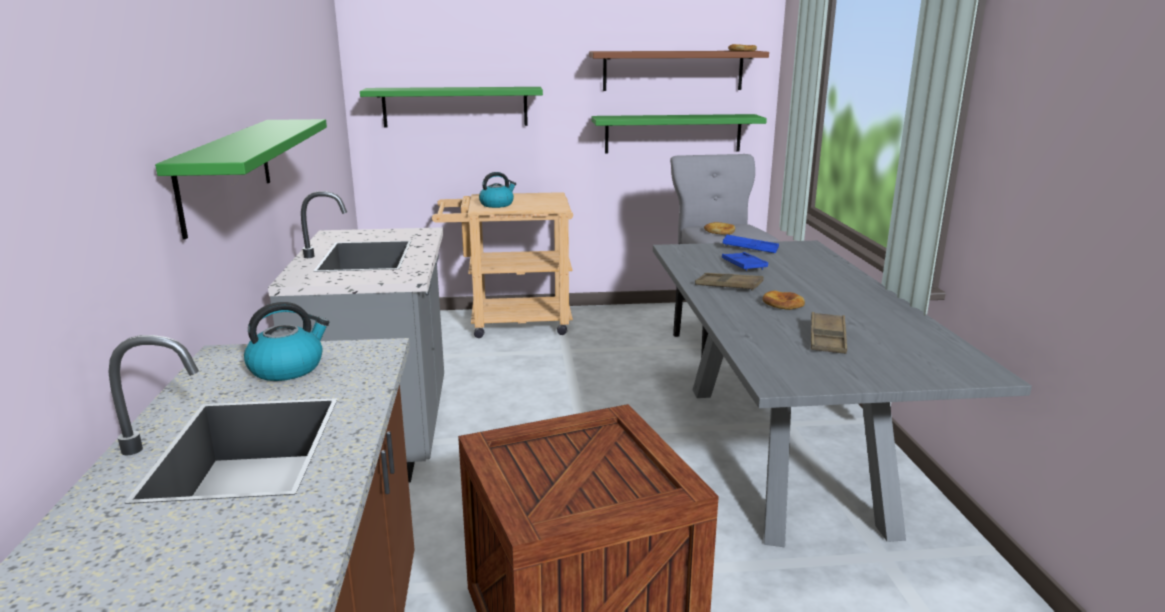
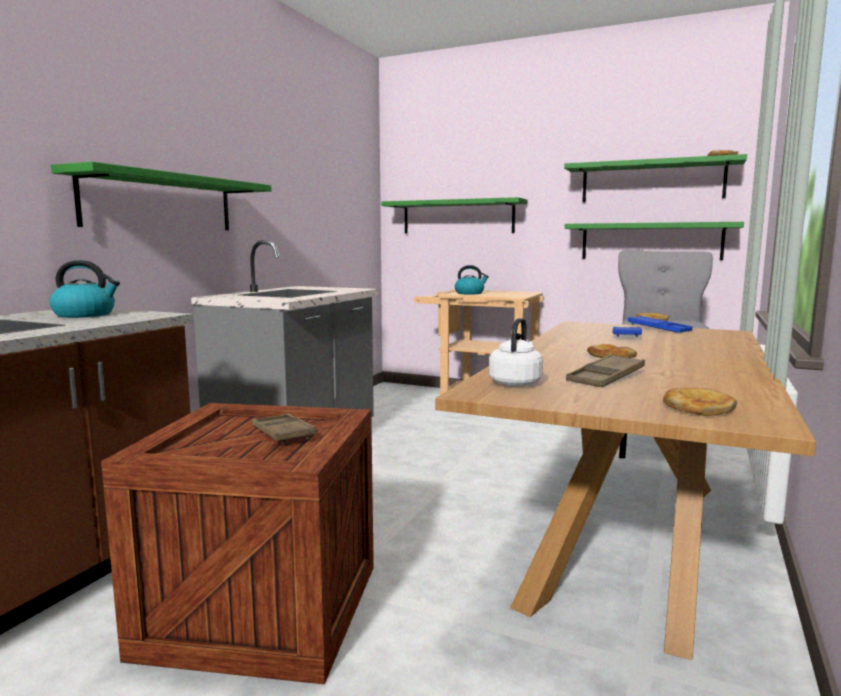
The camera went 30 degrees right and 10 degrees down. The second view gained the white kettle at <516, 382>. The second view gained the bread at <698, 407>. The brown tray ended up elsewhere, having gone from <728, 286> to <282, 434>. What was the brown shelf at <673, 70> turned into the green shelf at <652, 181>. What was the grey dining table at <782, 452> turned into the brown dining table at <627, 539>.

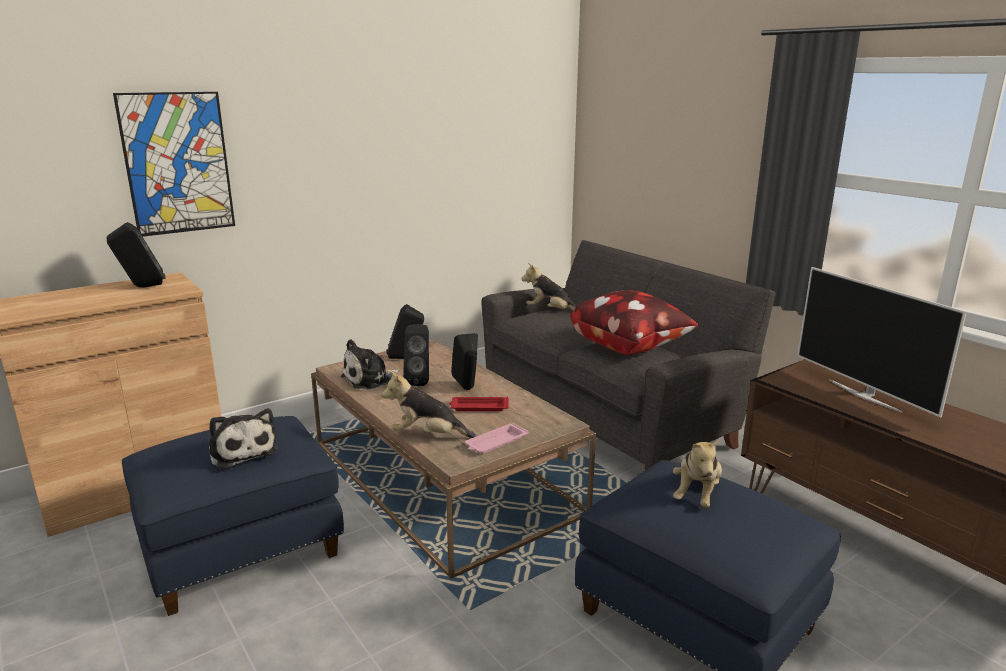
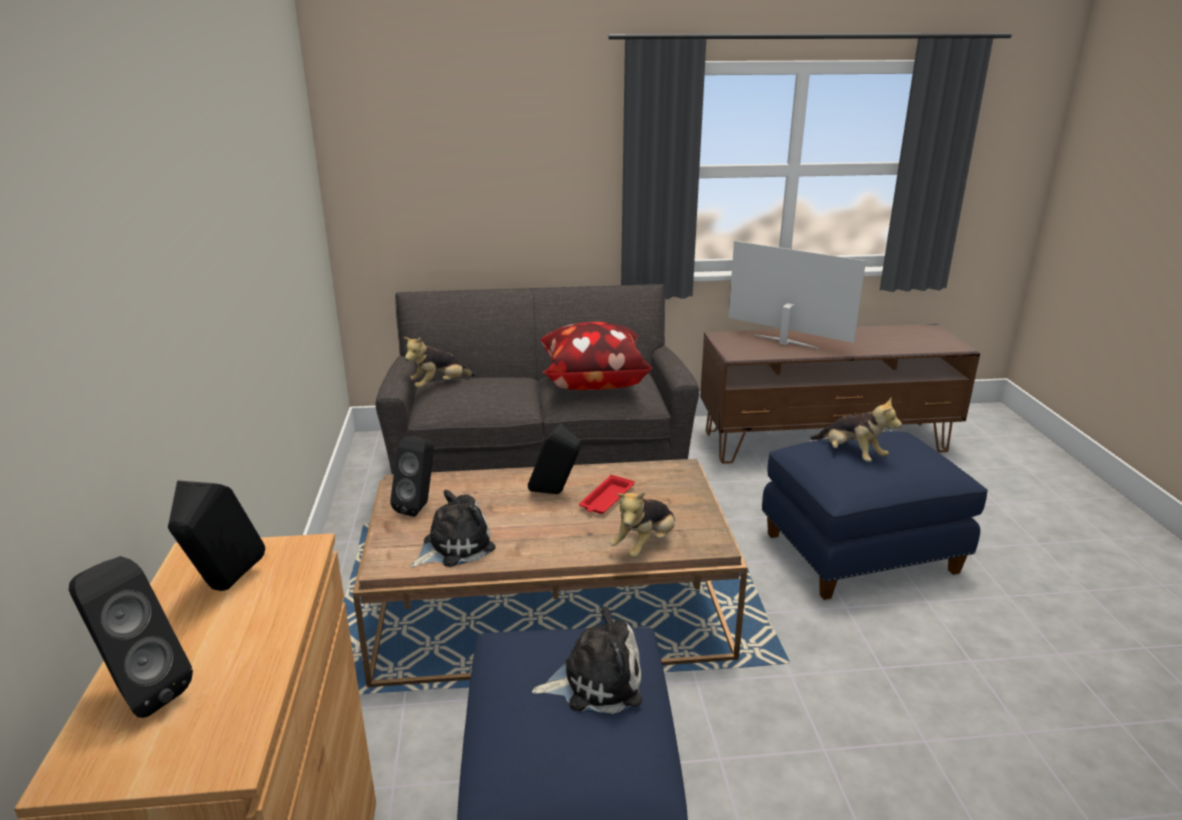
The camera went 60 degrees left and 5 degrees up. The second view lost the picture at <177, 163>. The second view lost the pink tray at <495, 443>. The black speaker ended up elsewhere, having gone from <419, 381> to <140, 693>. The plush toy at <370, 379> ended up facing another way, 120 degrees counterclockwise from before. The television at <864, 395> ended up facing another way, 150 degrees counterclockwise from before.

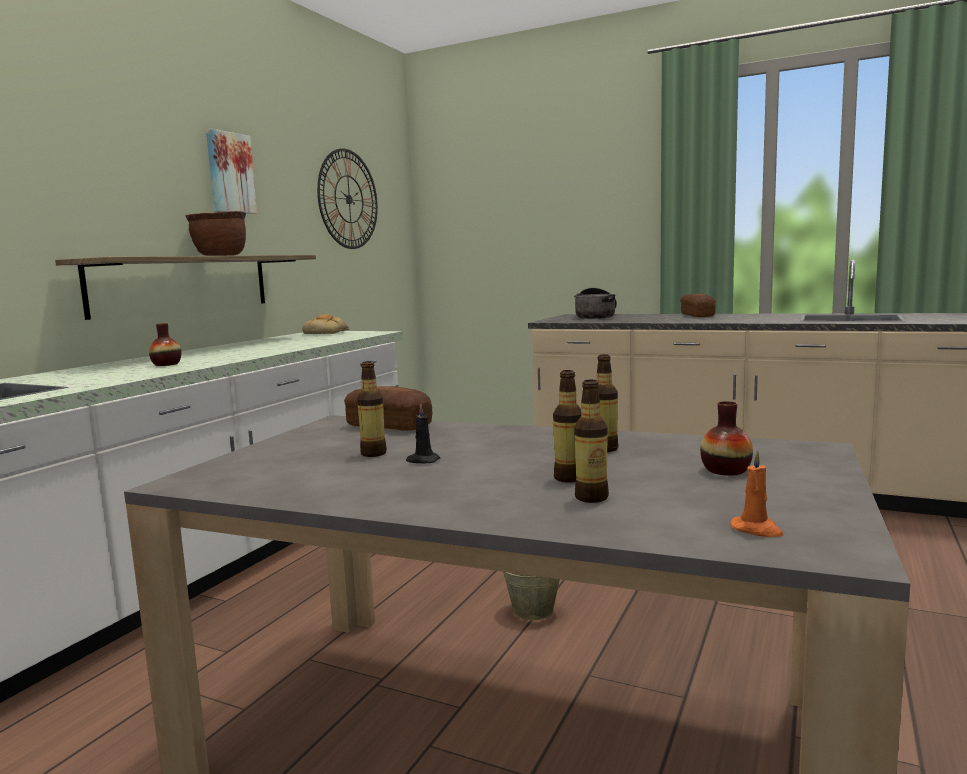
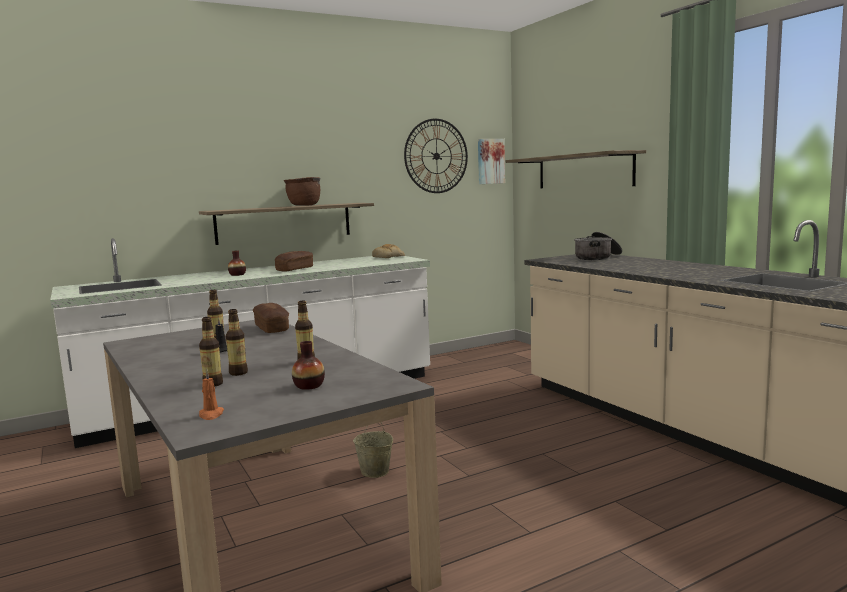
The camera went 35 degrees right and 0 degrees up. The second view gained the shelf at <584, 171>. The picture ended up elsewhere, having gone from <229, 173> to <490, 161>. The bread ended up elsewhere, having gone from <697, 315> to <295, 269>.

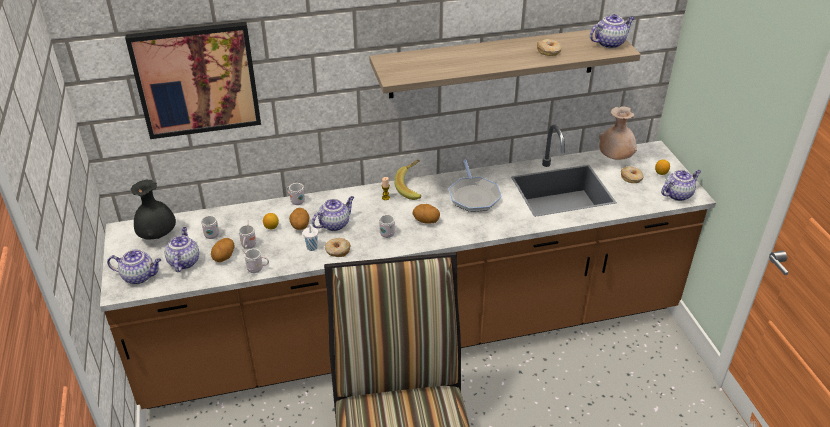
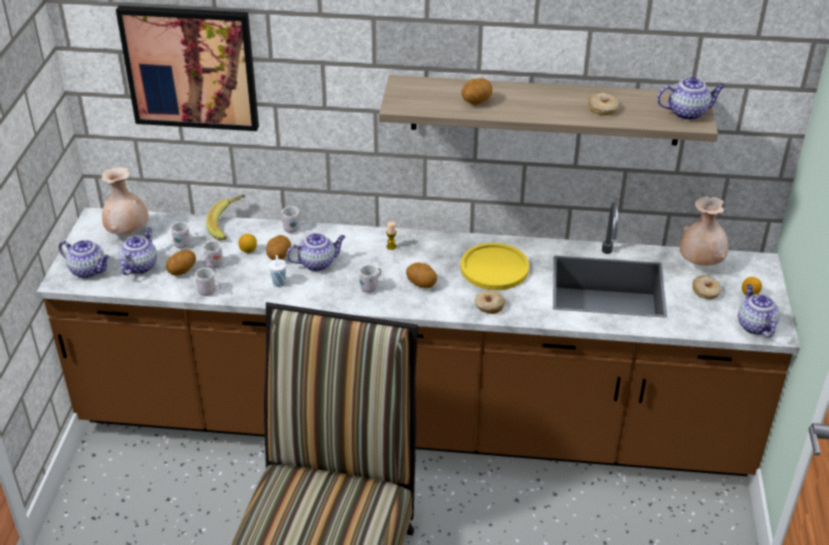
The camera went 20 degrees right and 0 degrees up. The second view gained the potato at <476, 102>. The donut ended up elsewhere, having gone from <337, 251> to <489, 306>. The banana ended up elsewhere, having gone from <413, 187> to <229, 226>. Where the frying pan stood at <473, 196>, the yellow plate came to stand at <494, 268>. What was the black vase at <158, 236> turned into the beige vase at <128, 233>. The teapot at <678, 194> ended up facing another way, 90 degrees counterclockwise from before.

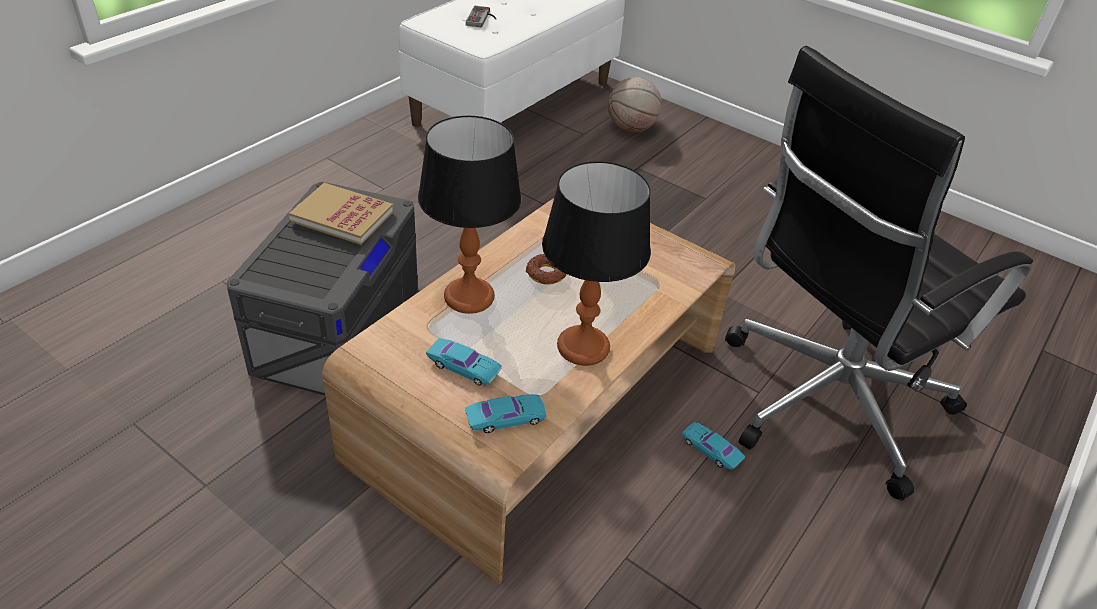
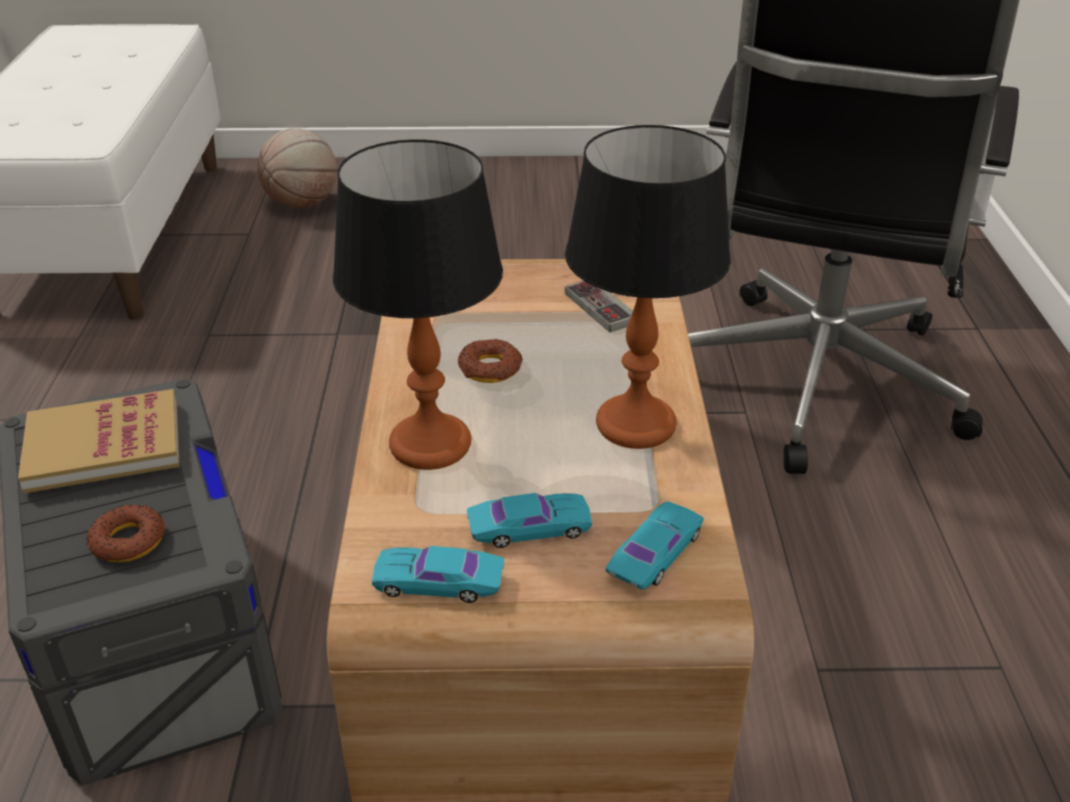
The camera went 35 degrees left and 5 degrees down. The second view gained the donut at <128, 540>. The game controller ended up elsewhere, having gone from <482, 18> to <609, 305>. The turquoise toy car ended up elsewhere, having gone from <711, 450> to <438, 582>.

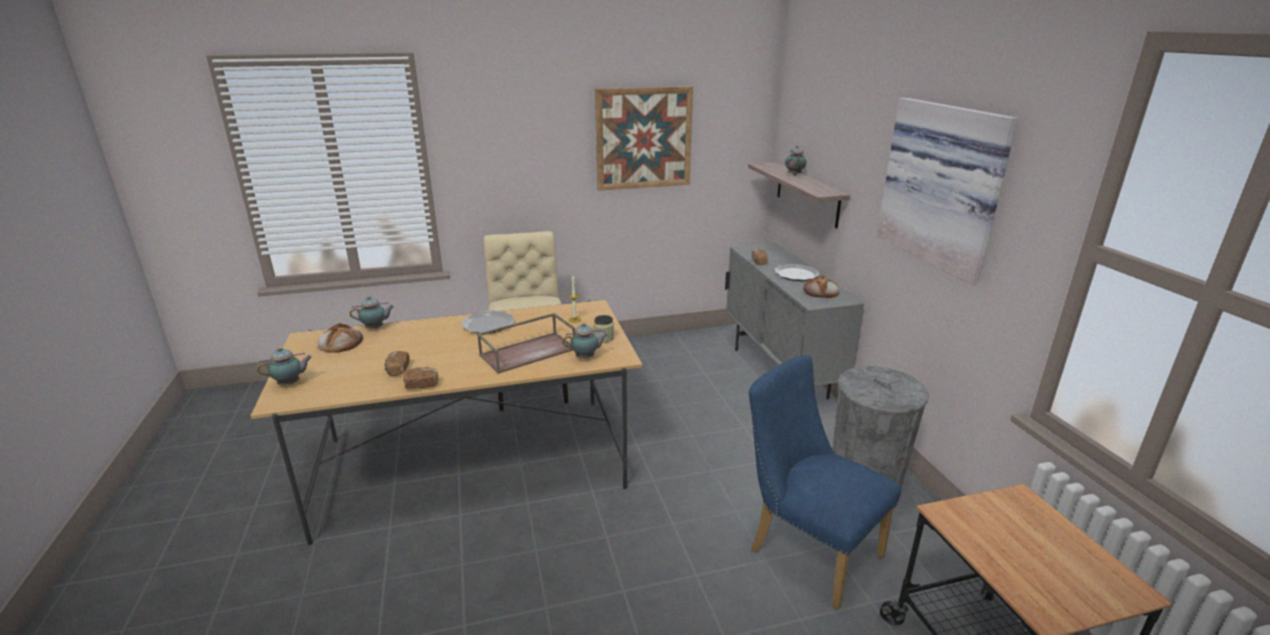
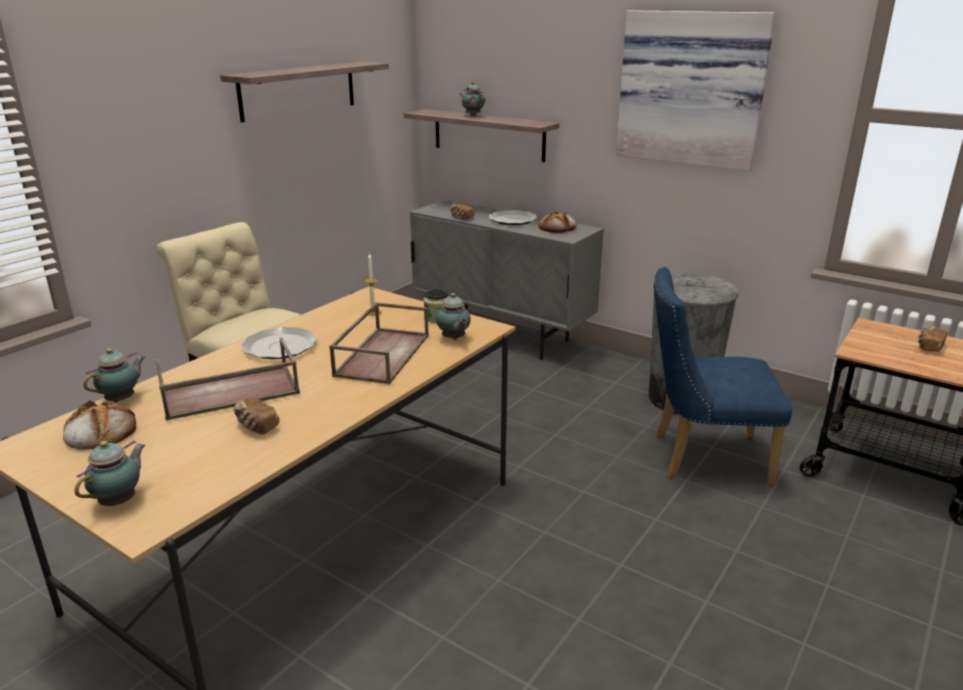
The camera went 40 degrees left and 0 degrees up. The second view gained the brown tray at <228, 393>. The bread ended up elsewhere, having gone from <421, 385> to <929, 347>. Where the picture hung at <643, 138>, the shelf came to hang at <298, 90>. The teapot at <586, 357> ended up facing another way, 120 degrees clockwise from before.

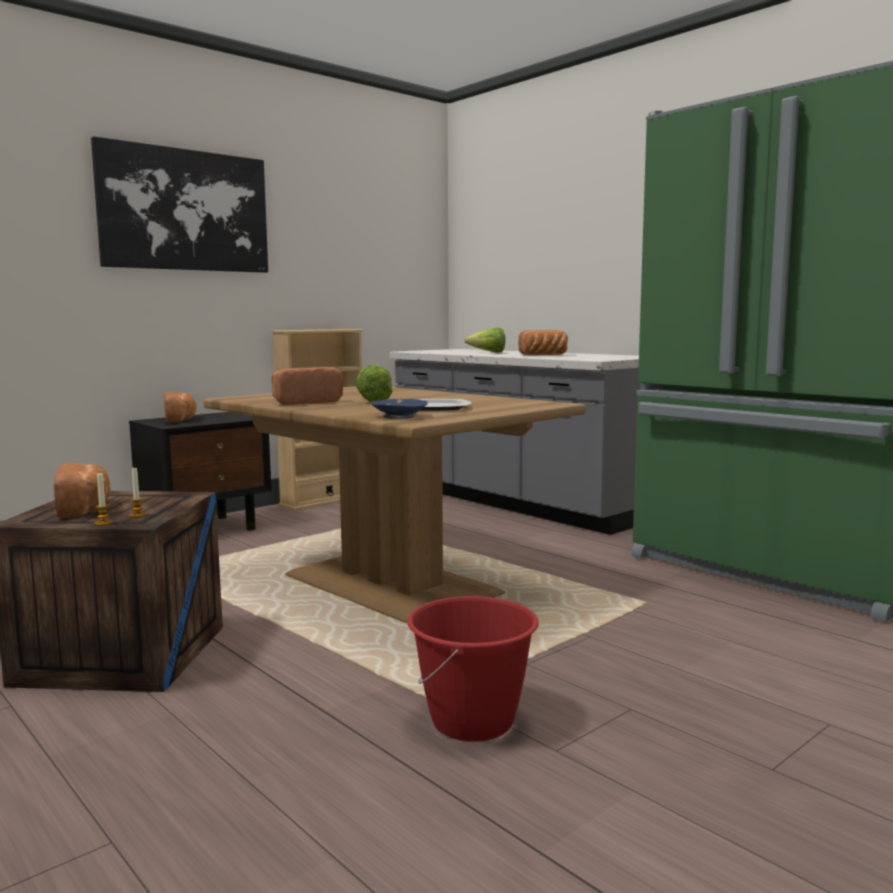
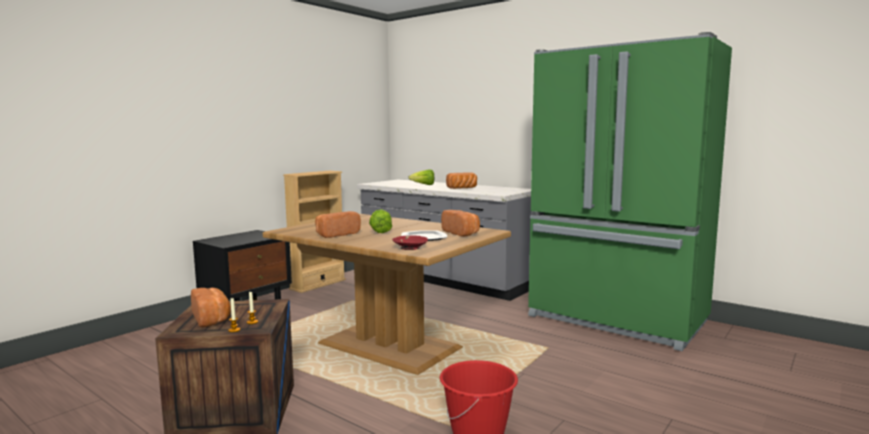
The camera went 10 degrees left and 0 degrees up. The second view lost the picture at <185, 210>. The bread ended up elsewhere, having gone from <181, 419> to <462, 233>. What was the blue bowl at <398, 416> turned into the red bowl at <409, 247>.

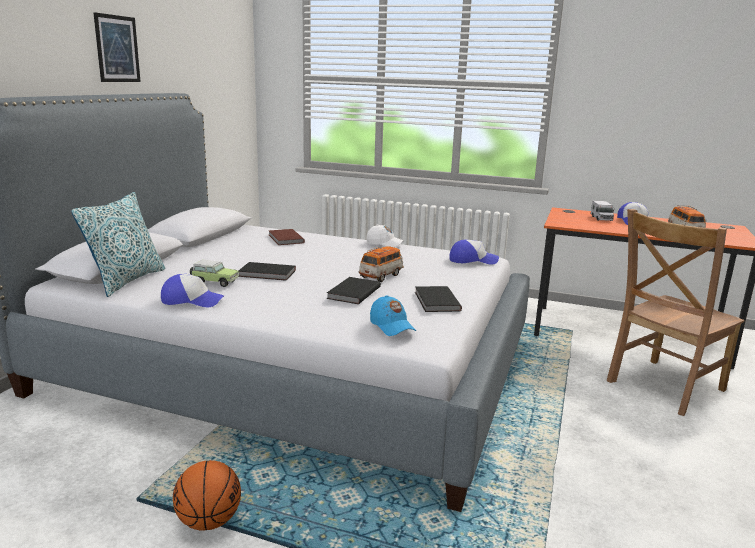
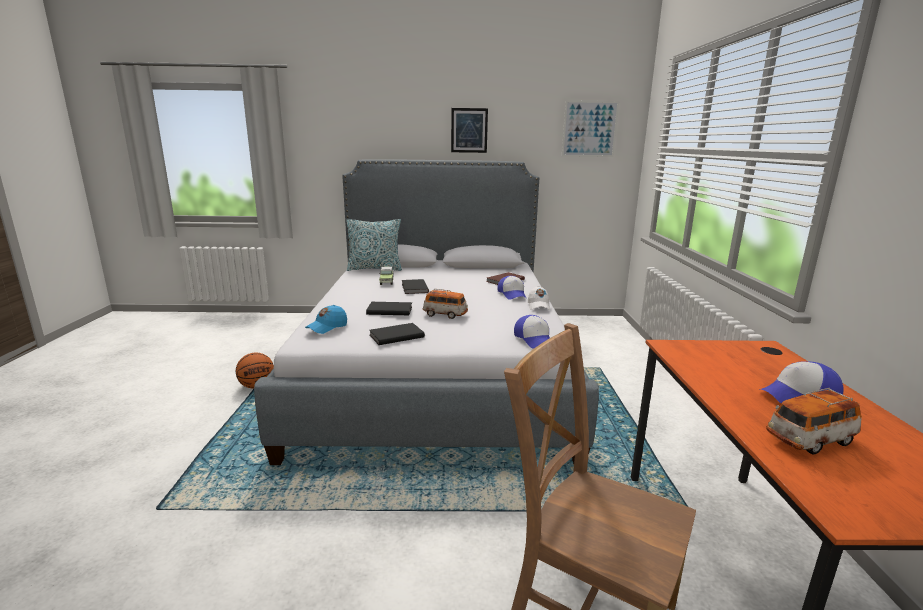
The camera went 70 degrees right and 0 degrees up. The second view lost the toy truck at <601, 218>. The second view gained the picture at <589, 129>. The cap ended up elsewhere, having gone from <192, 300> to <512, 294>.

